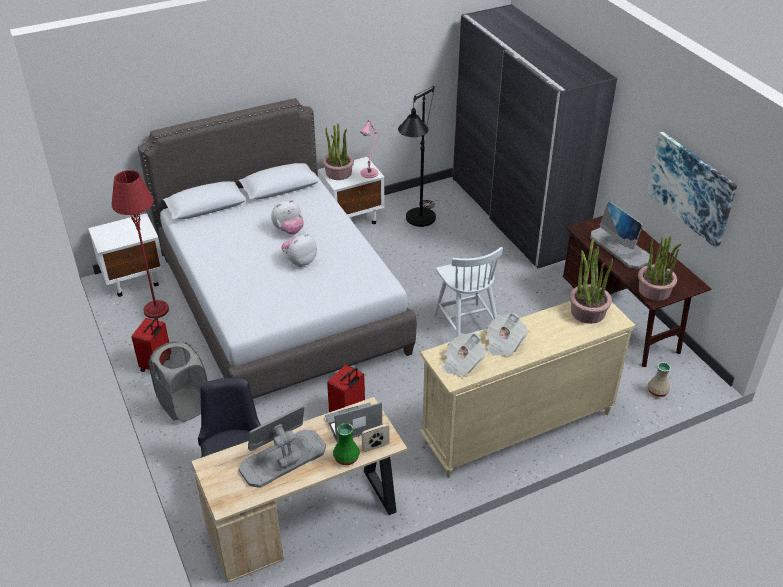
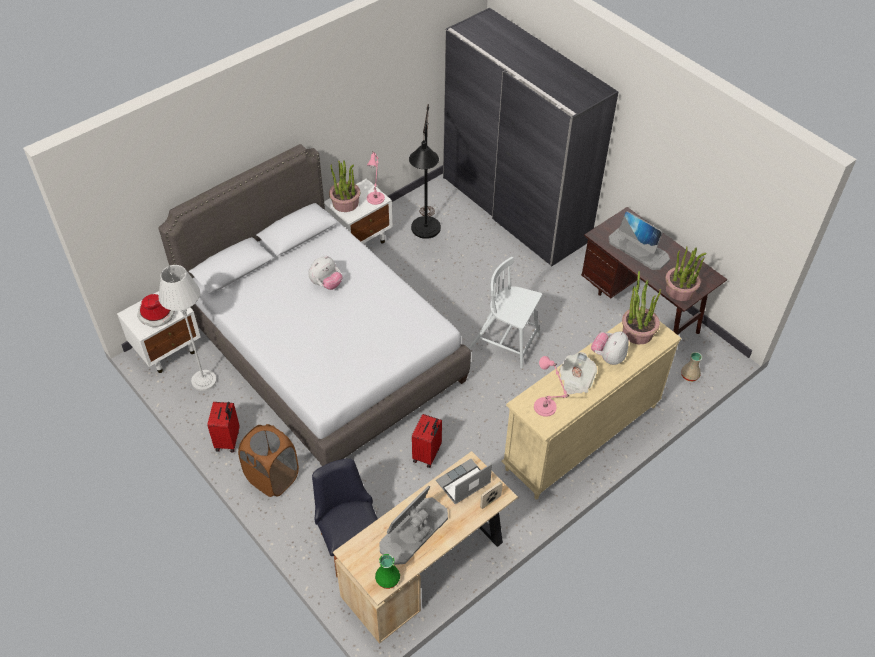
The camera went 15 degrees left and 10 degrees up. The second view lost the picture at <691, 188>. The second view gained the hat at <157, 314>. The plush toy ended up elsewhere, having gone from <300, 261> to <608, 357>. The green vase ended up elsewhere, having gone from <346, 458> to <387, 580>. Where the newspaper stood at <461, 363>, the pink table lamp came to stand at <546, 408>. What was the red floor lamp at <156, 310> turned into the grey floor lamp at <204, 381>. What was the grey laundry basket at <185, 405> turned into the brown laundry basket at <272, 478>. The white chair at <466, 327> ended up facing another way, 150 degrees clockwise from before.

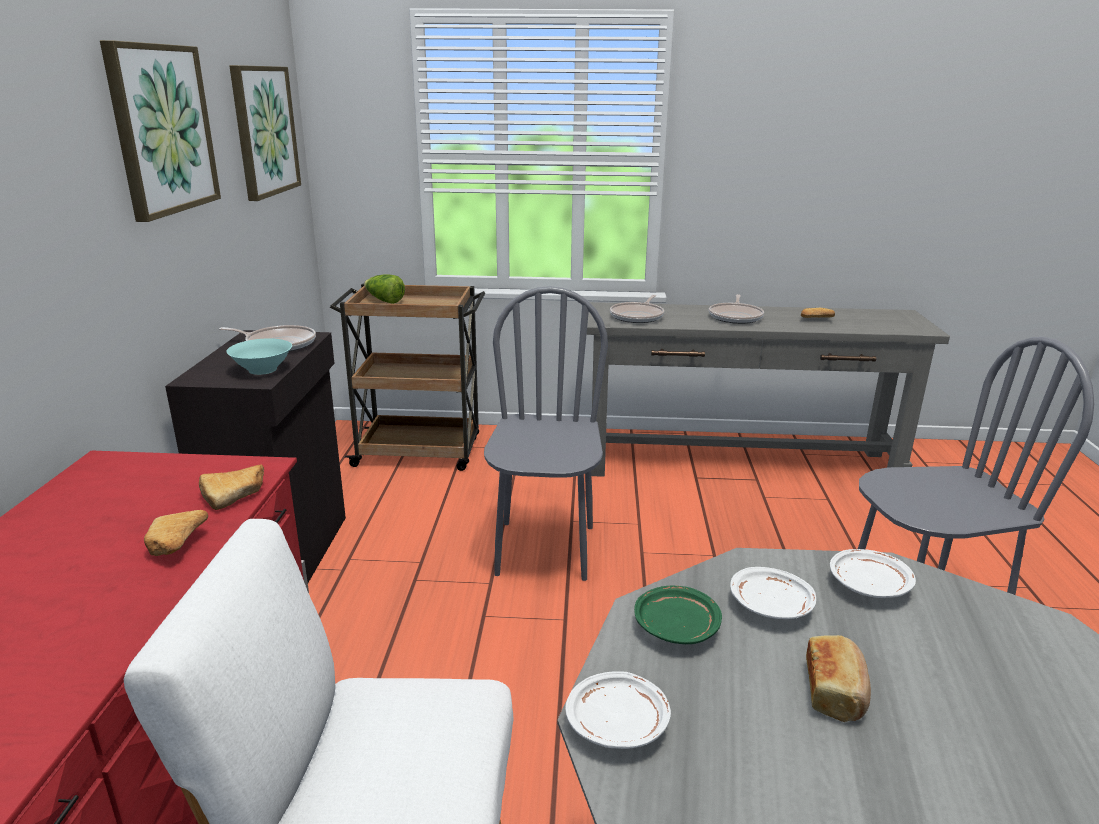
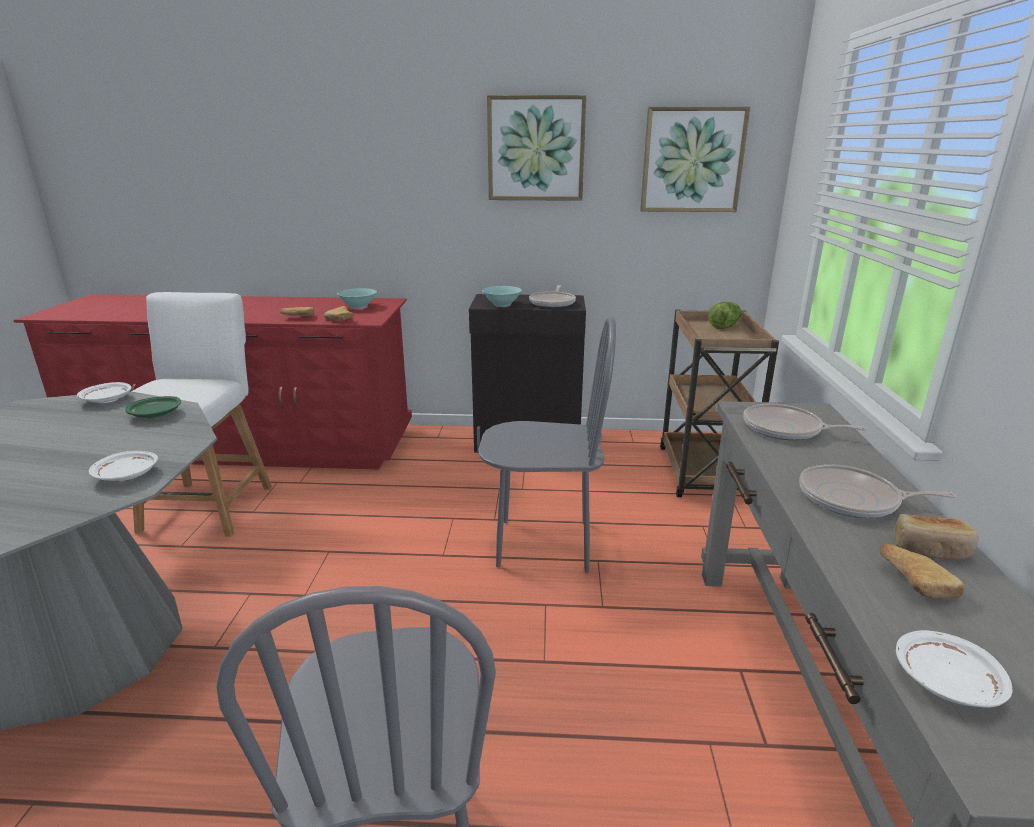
The camera went 90 degrees right and 0 degrees up. The second view gained the turquoise bowl at <358, 306>. The white plate ended up elsewhere, having gone from <771, 606> to <946, 682>. The bread ended up elsewhere, having gone from <835, 692> to <931, 550>.

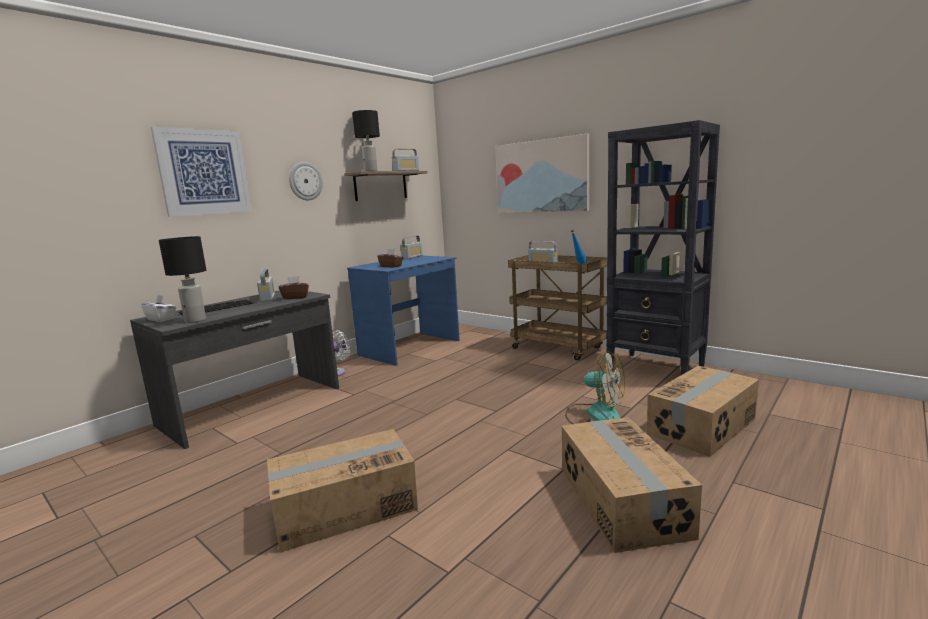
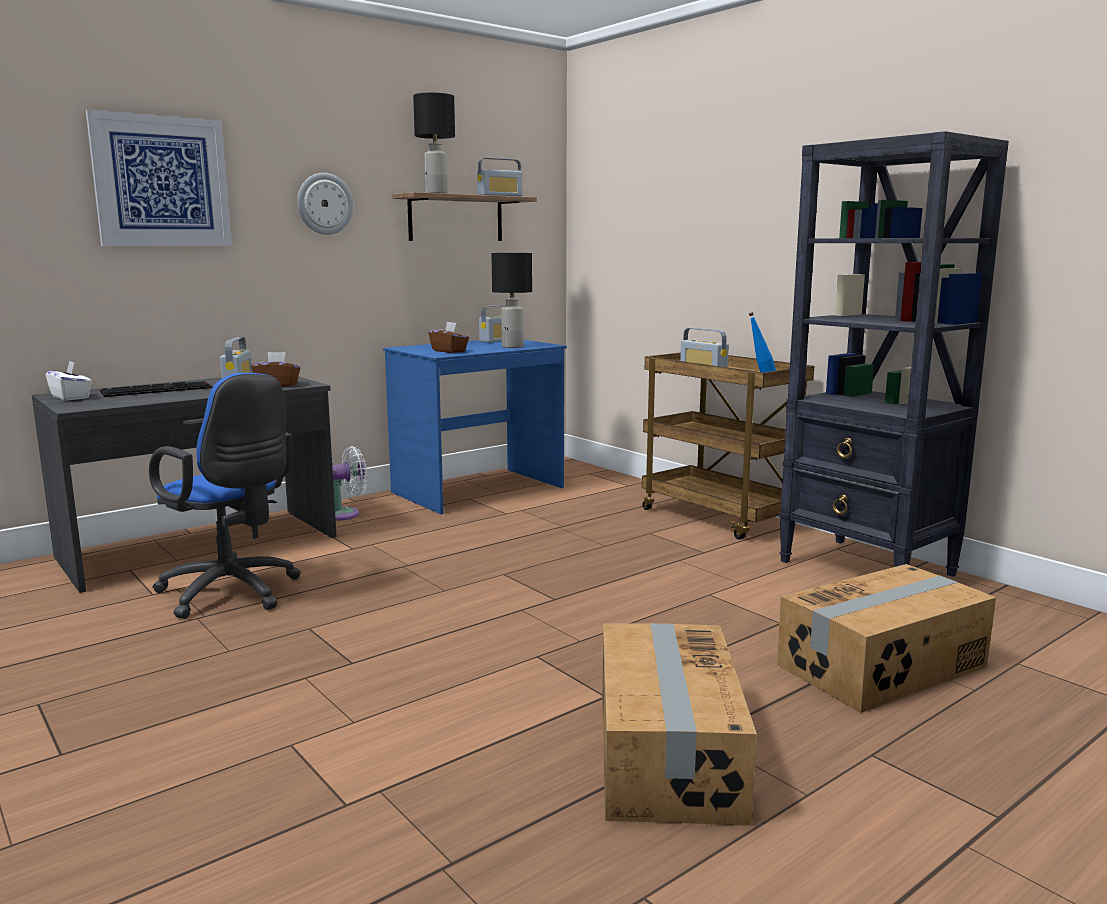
The camera went 10 degrees right and 0 degrees up. The second view lost the cardboard box at <344, 507>. The second view lost the picture at <541, 176>. The second view lost the fan at <594, 414>. The second view gained the blue office chair at <233, 594>. The black table lamp ended up elsewhere, having gone from <195, 321> to <512, 347>.

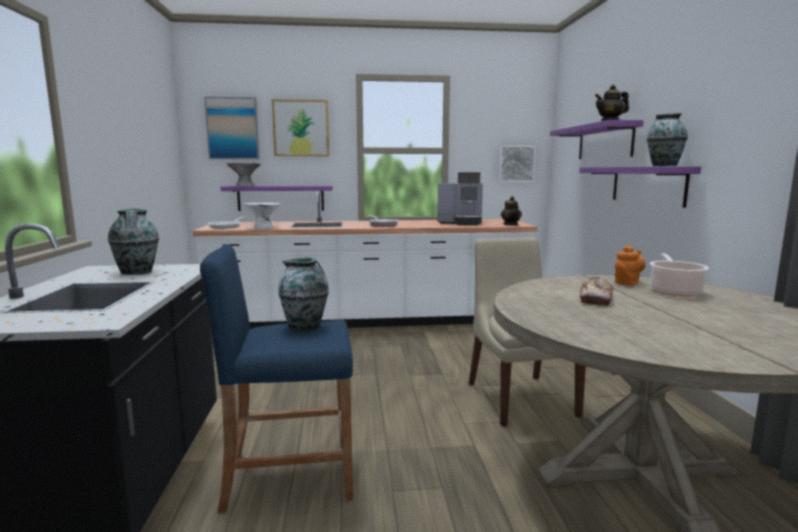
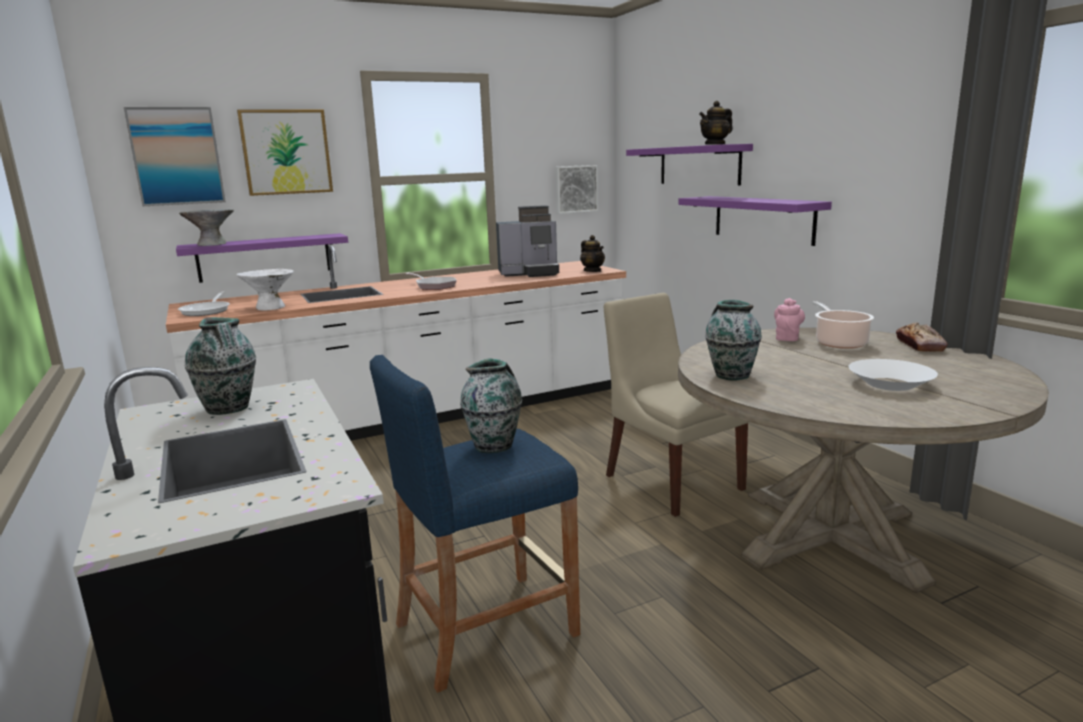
The camera went 20 degrees left and 5 degrees up. The second view gained the white bowl at <889, 384>. The bread ended up elsewhere, having gone from <596, 299> to <919, 345>. The vase ended up elsewhere, having gone from <663, 166> to <731, 375>. What was the orange teapot at <627, 282> turned into the pink teapot at <787, 338>.

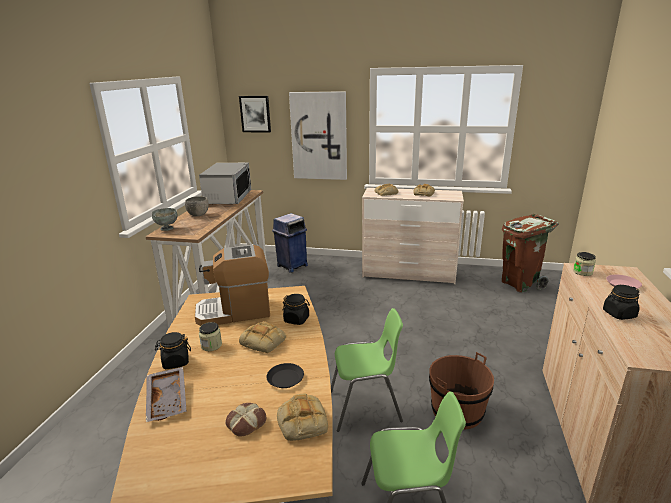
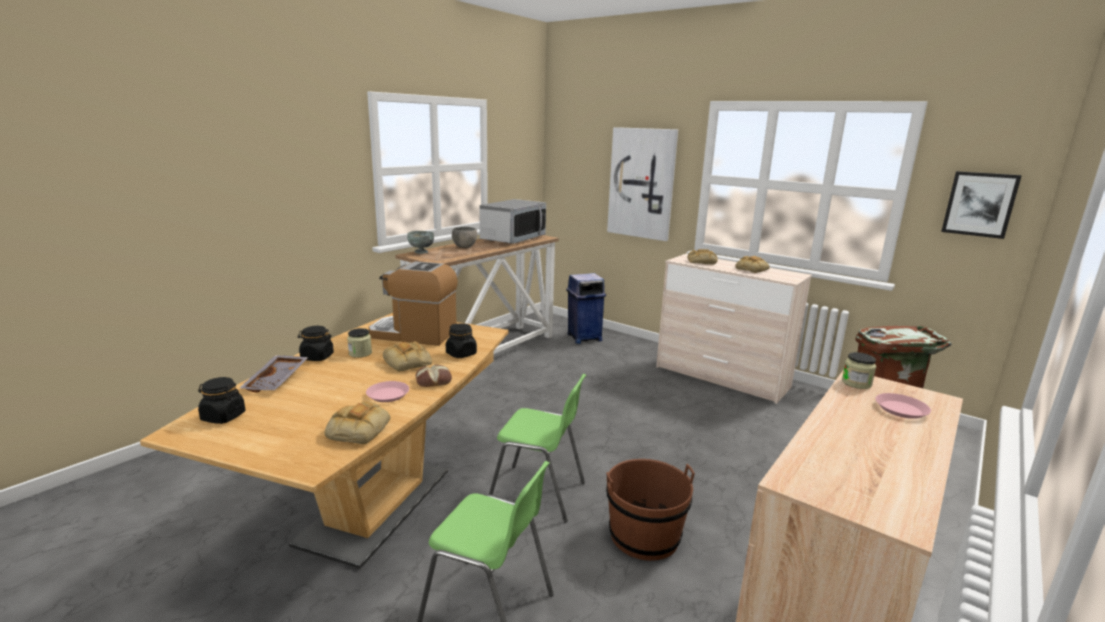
The camera went 25 degrees right and 5 degrees down. The bread ended up elsewhere, having gone from <246, 422> to <433, 380>. The picture ended up elsewhere, having gone from <255, 114> to <979, 204>. The black jar ended up elsewhere, having gone from <619, 314> to <223, 417>. What was the black plate at <285, 378> turned into the pink plate at <388, 395>.

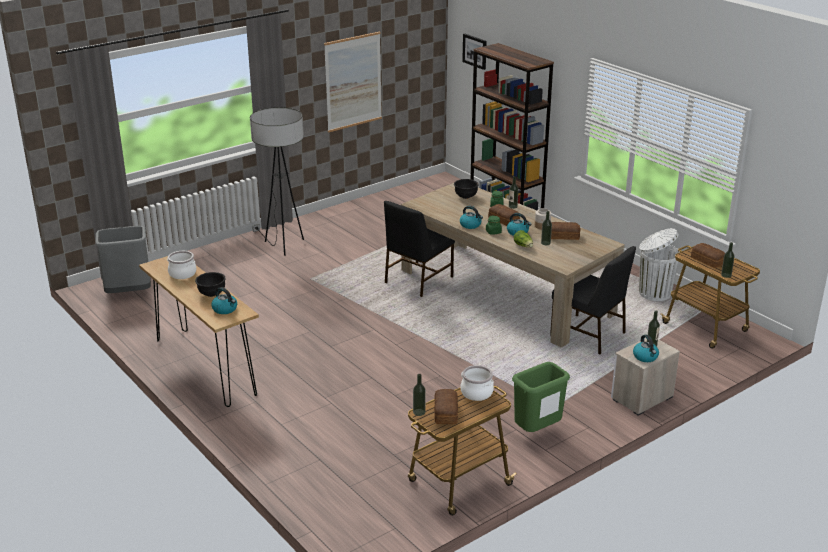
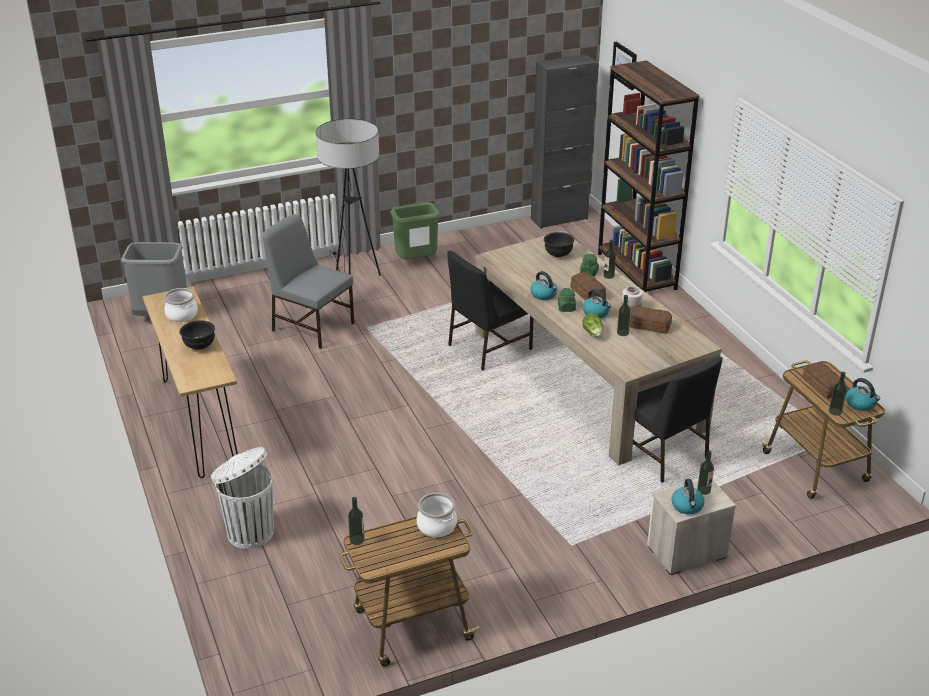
The camera went 15 degrees right and 5 degrees up. The second view lost the picture at <353, 81>. The second view lost the bread at <445, 413>. The second view gained the grey chair at <312, 326>. The second view gained the black cabinet at <559, 218>. The kettle ended up elsewhere, having gone from <225, 309> to <861, 404>. The green trash can ended up elsewhere, having gone from <537, 432> to <416, 262>. The white trash can ended up elsewhere, having gone from <653, 293> to <249, 532>.

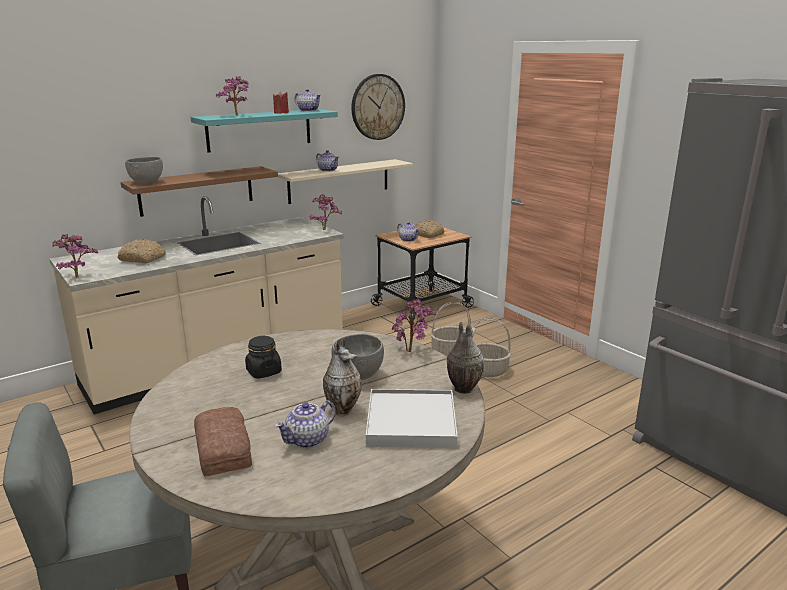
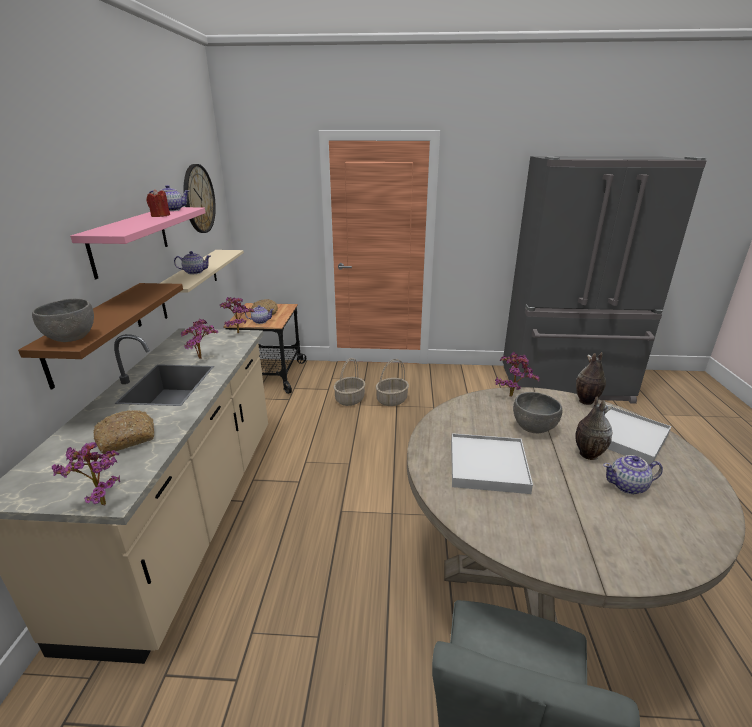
The camera went 50 degrees left and 5 degrees up. The second view lost the bread at <224, 448>. The potted plant ended up elsewhere, having gone from <237, 115> to <203, 358>. Where the black jar stood at <263, 372>, the white tray came to stand at <488, 466>. What was the turquoise shelf at <259, 130> turned into the pink shelf at <130, 240>. The teapot at <308, 440> ended up facing another way, 90 degrees clockwise from before.

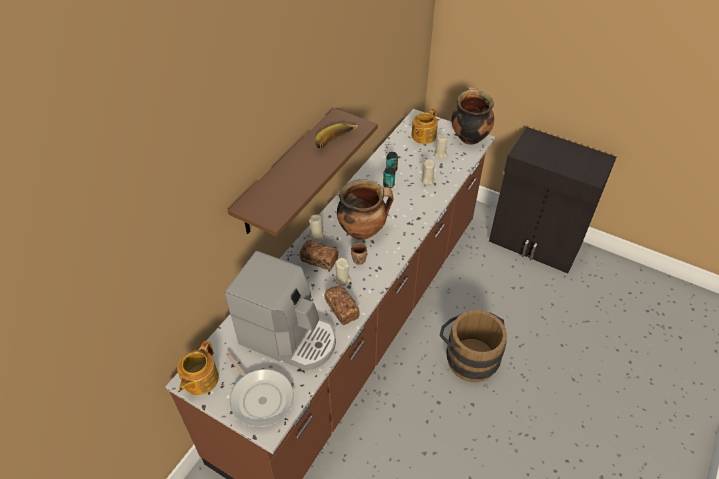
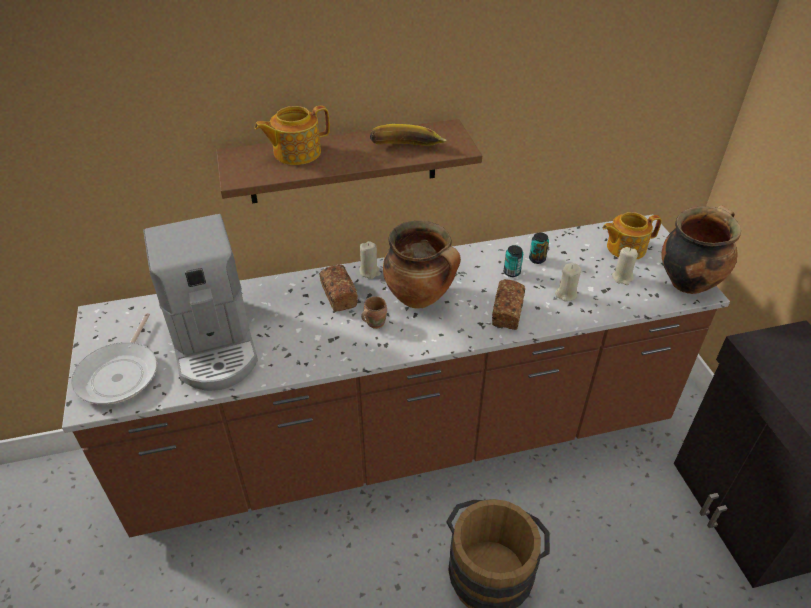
The camera went 45 degrees right and 5 degrees down. The second view lost the beige candle at <342, 279>. The teapot ended up elsewhere, having gone from <199, 379> to <296, 152>. The bread ended up elsewhere, having gone from <342, 309> to <507, 312>.

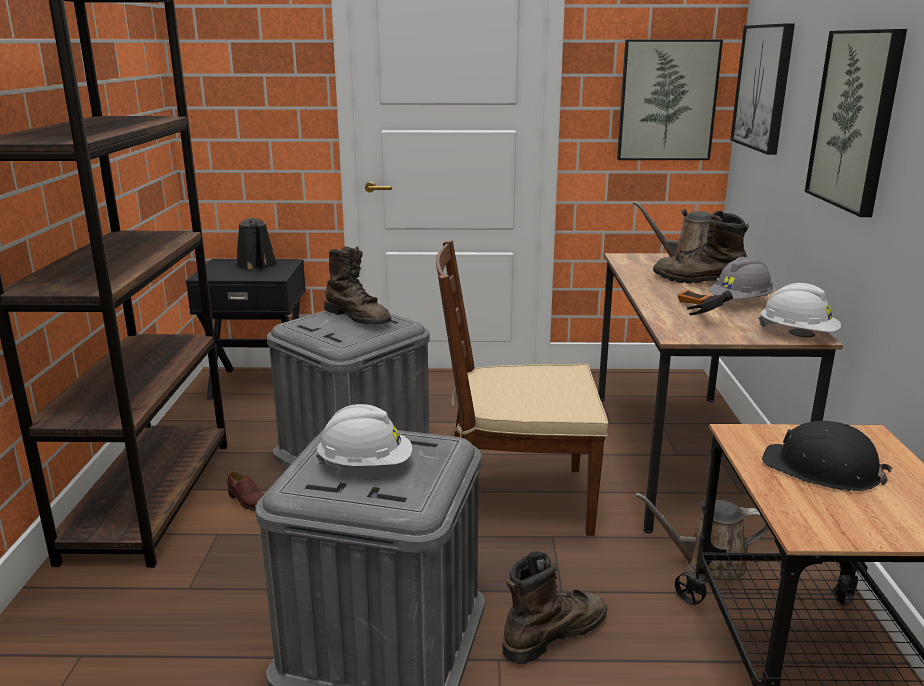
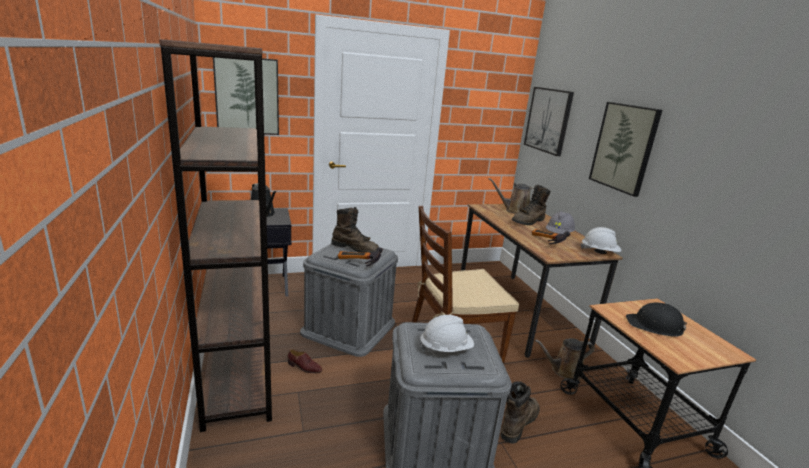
The camera went 20 degrees left and 0 degrees up. The second view gained the hammer at <357, 264>. The picture ended up elsewhere, having gone from <667, 100> to <247, 96>. The brown boot at <698, 281> ended up facing another way, 45 degrees counterclockwise from before.

